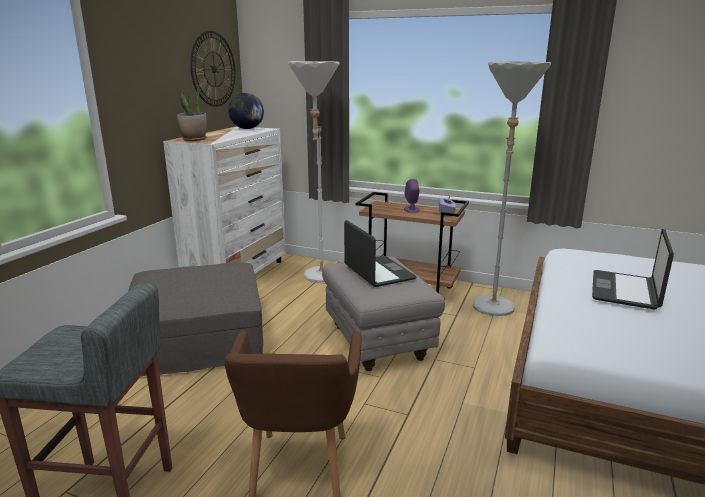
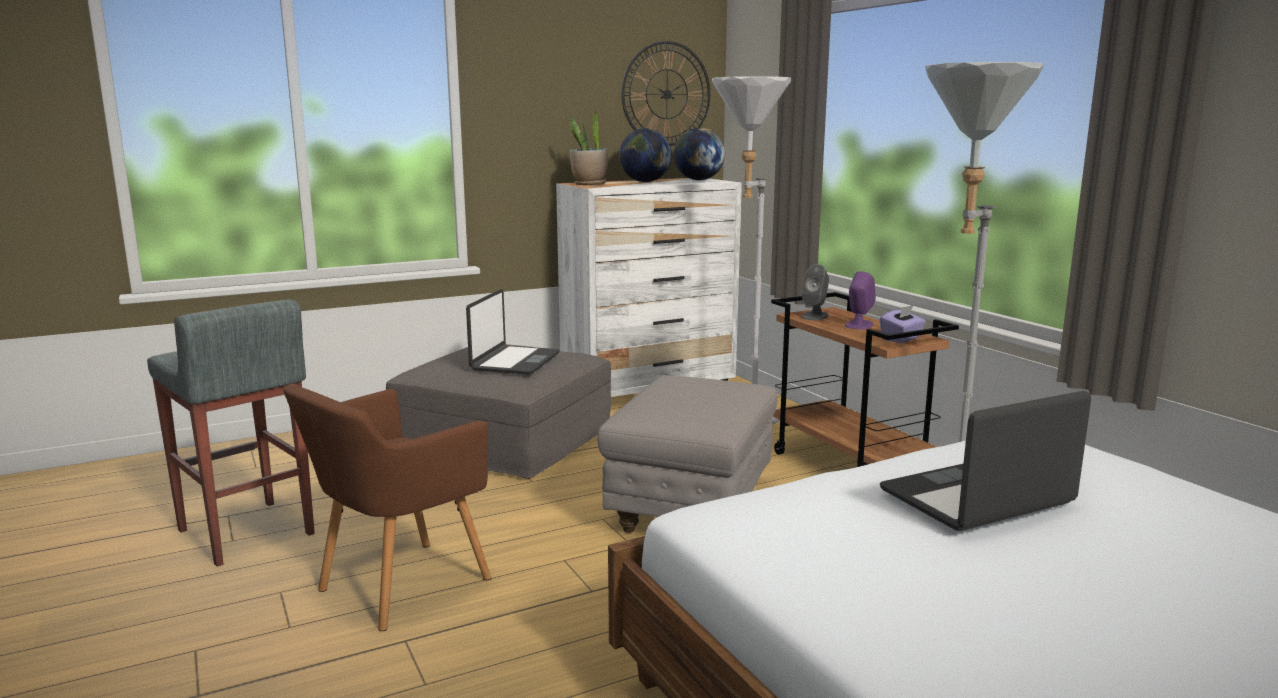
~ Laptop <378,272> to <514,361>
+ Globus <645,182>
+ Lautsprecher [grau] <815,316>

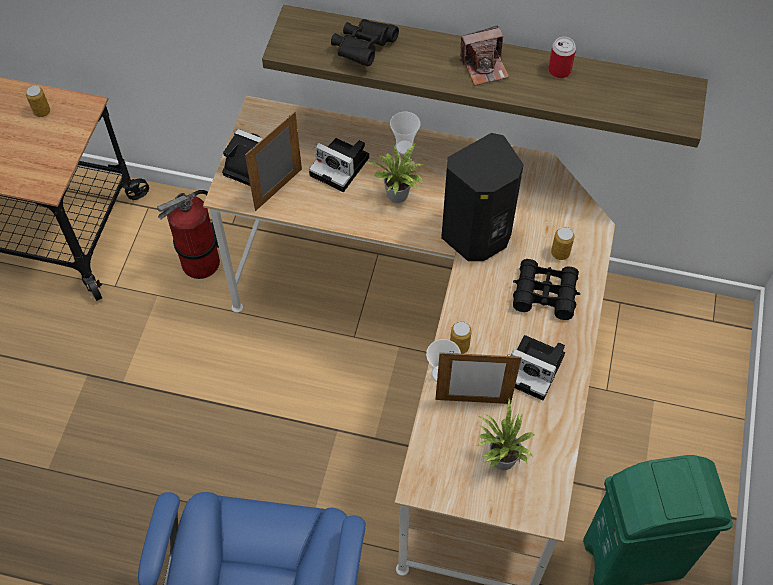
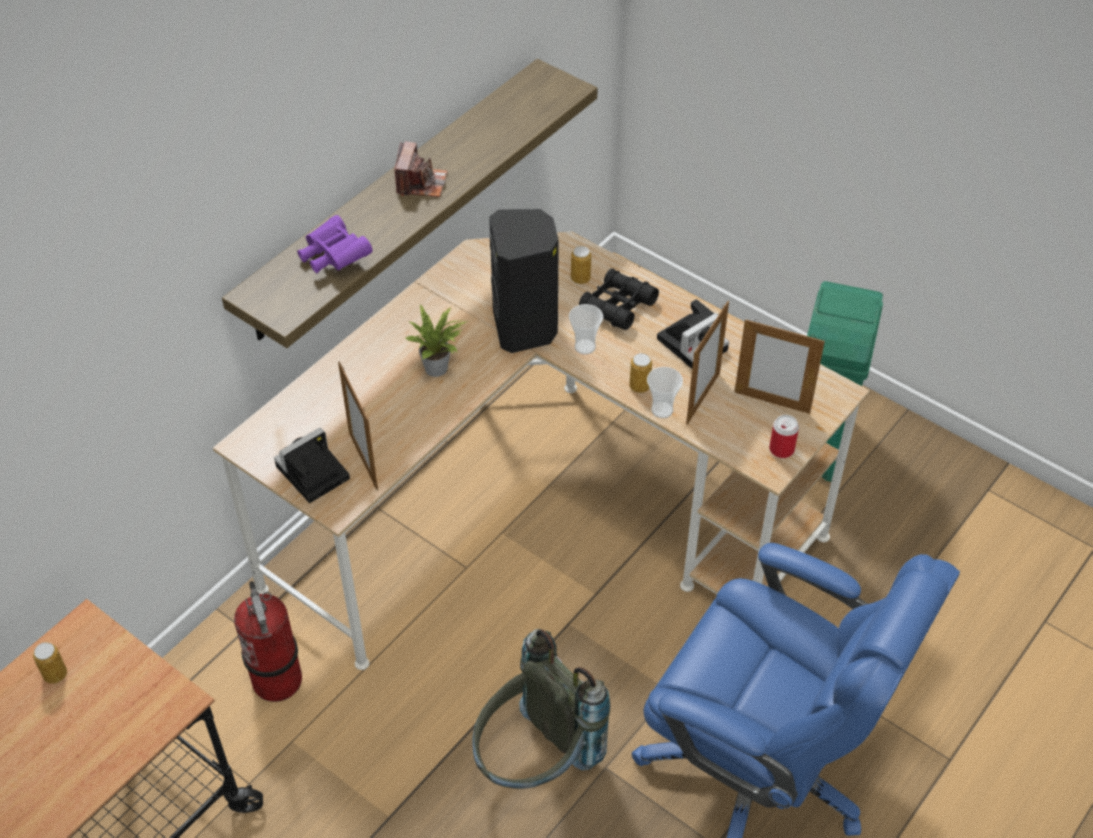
- Kamera <342,167>
~ Fernglas [schwarz] <363,49> to Fernglas [lila] <333,257>
~ Tasse <404,147> to <585,347>
~ Topfpflanze <499,459> to Bilderrahmen <772,402>
~ Dose <559,70> to <781,449>
+ Rucksack [grau] <535,762>

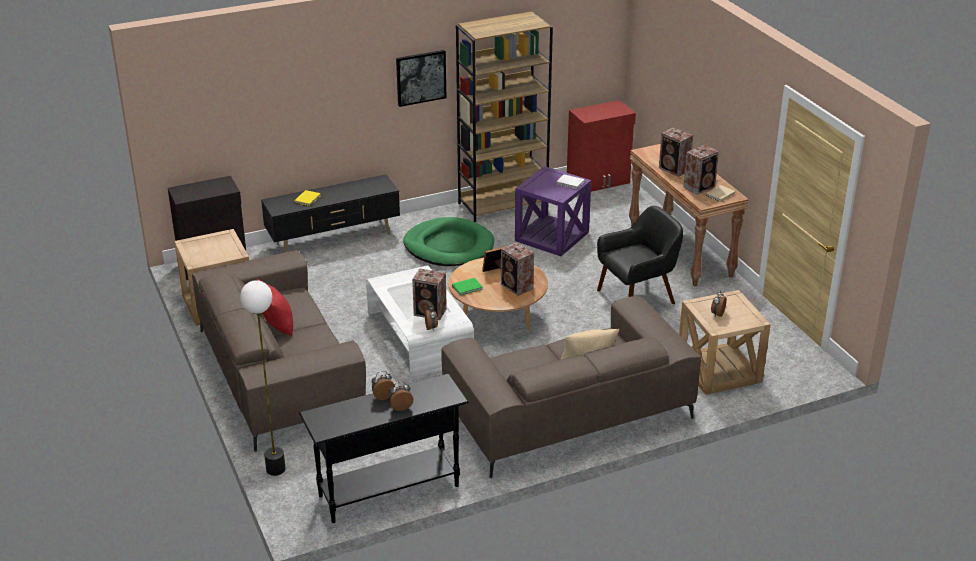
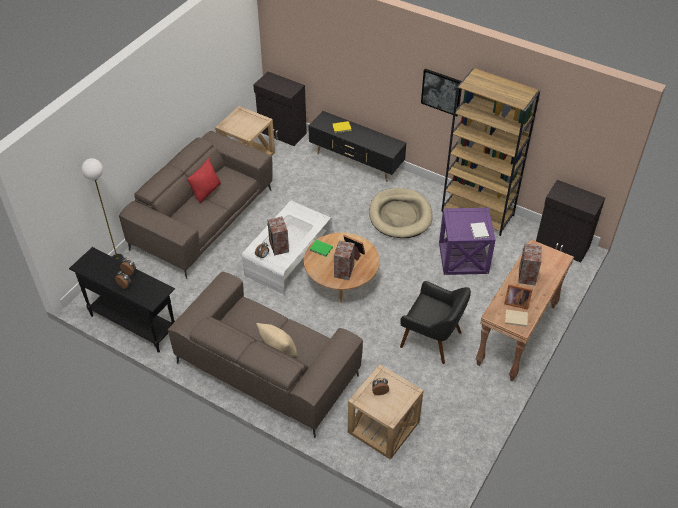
~ Hundebett [grün] <449,246> to Hundebett [beige] <400,215>
~ Schrank [rot] <599,182> to Schrank [schwarz] <562,245>
~ Lautsprecher <700,187> to Bilderrahmen <515,302>

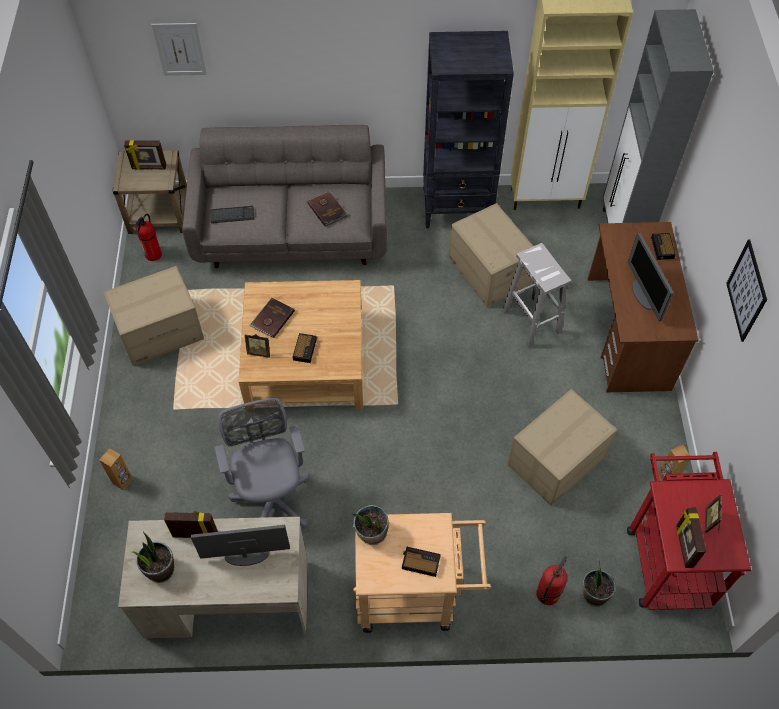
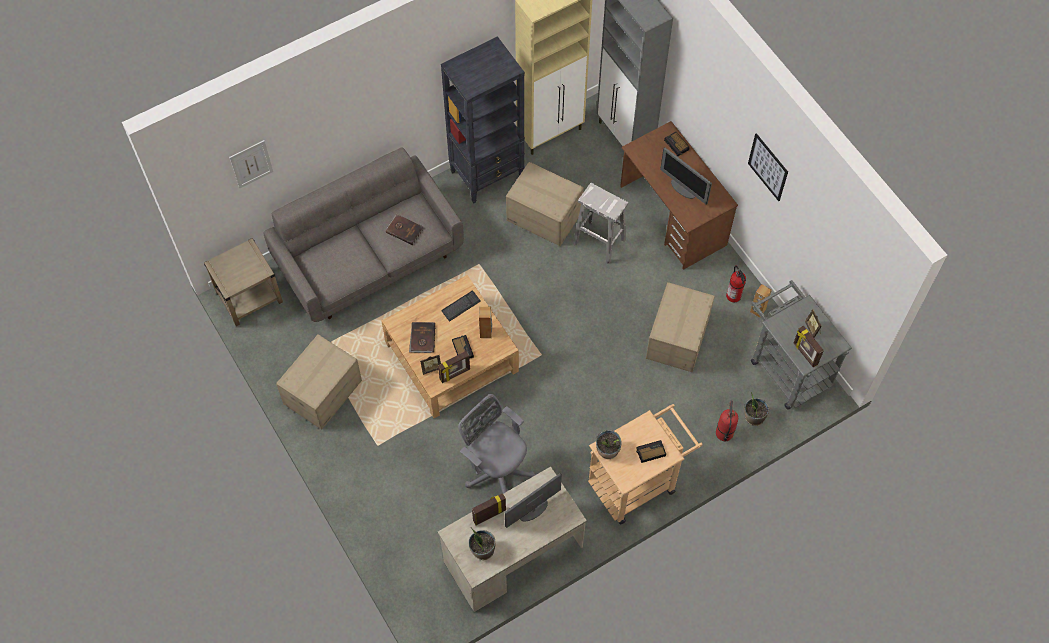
~ Lautsprecher [braun] <123,481> to <486,332>
~ Bilderrahmen <149,167> to <455,374>
~ Feuerlöscher <153,255> to <734,296>
~ Tastatur <232,215> to <461,306>
~ Rollwagen [rot] <666,557> to Rollwagen [grau] <786,367>

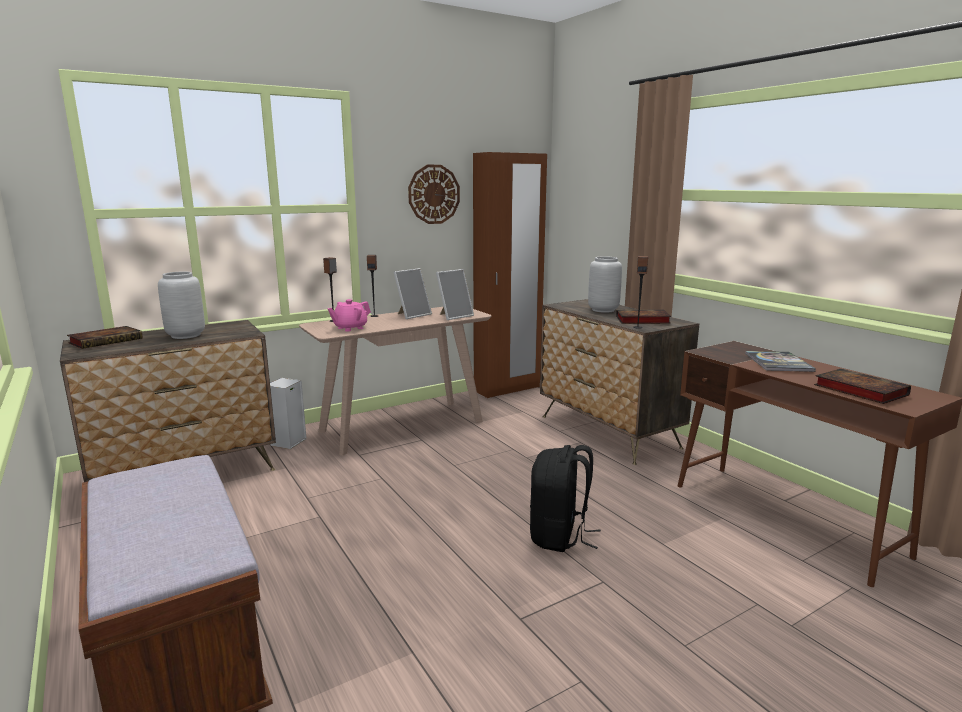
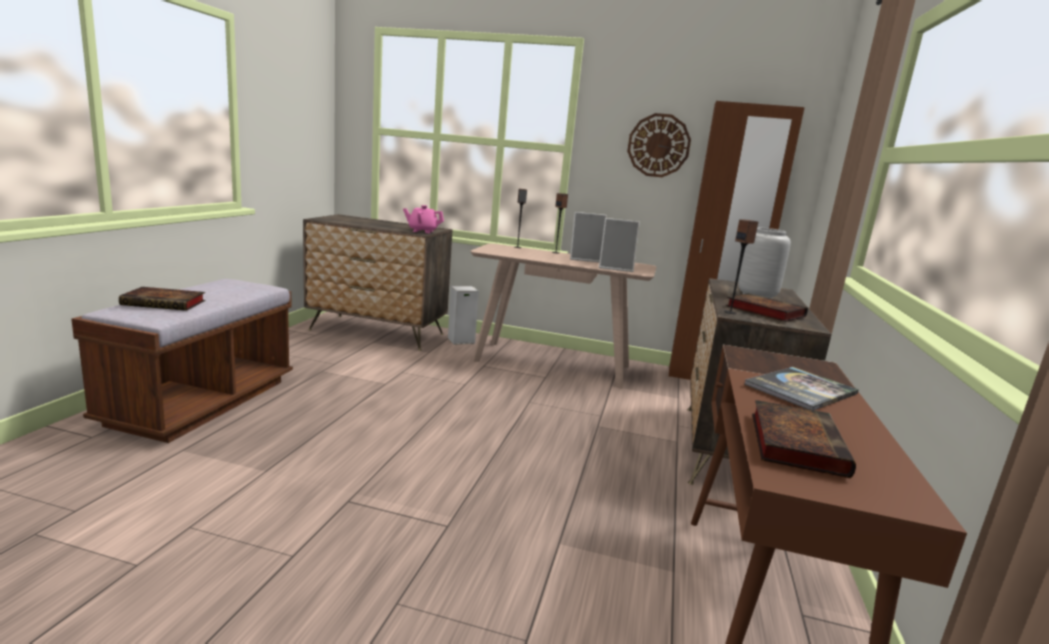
~ Buch <107,341> to <166,303>
- Vase [grau] <186,335>
~ Teekanne [rosa] <350,328> to <422,231>
- Rucksack [schwarz] <559,536>

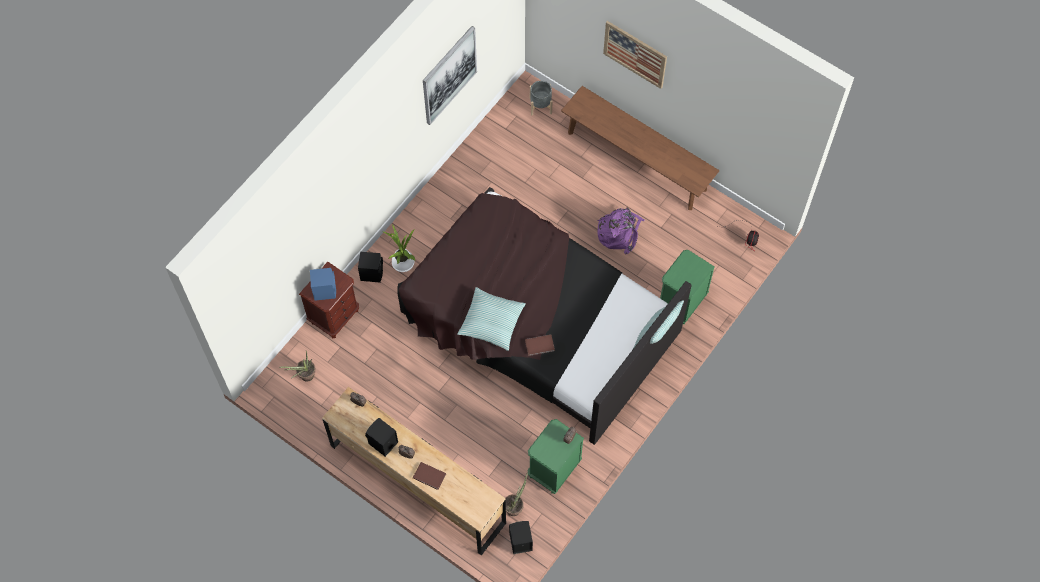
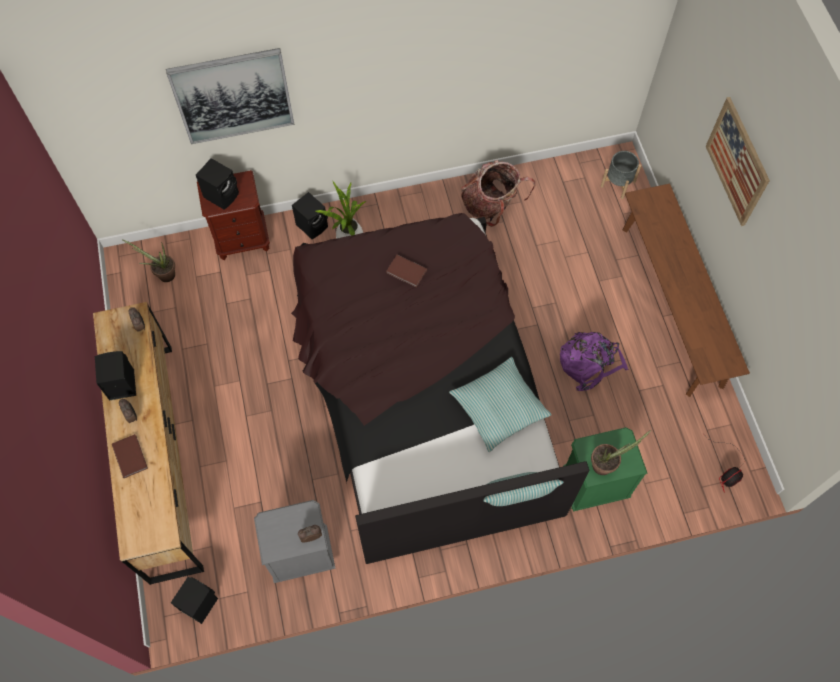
~ Lautsprecher [blau] <324,290> to Lautsprecher [schwarz] <222,194>
~ Bild <449,75> to <233,96>
~ Kissen <491,322> to <499,407>
~ Topfpflanze <515,506> to <606,464>
~ Buch [braun] <540,346> to <406,272>
~ Nachttisch [grün] <553,469> to Nachttisch [grau] <301,555>
+ Rucksack <491,206>

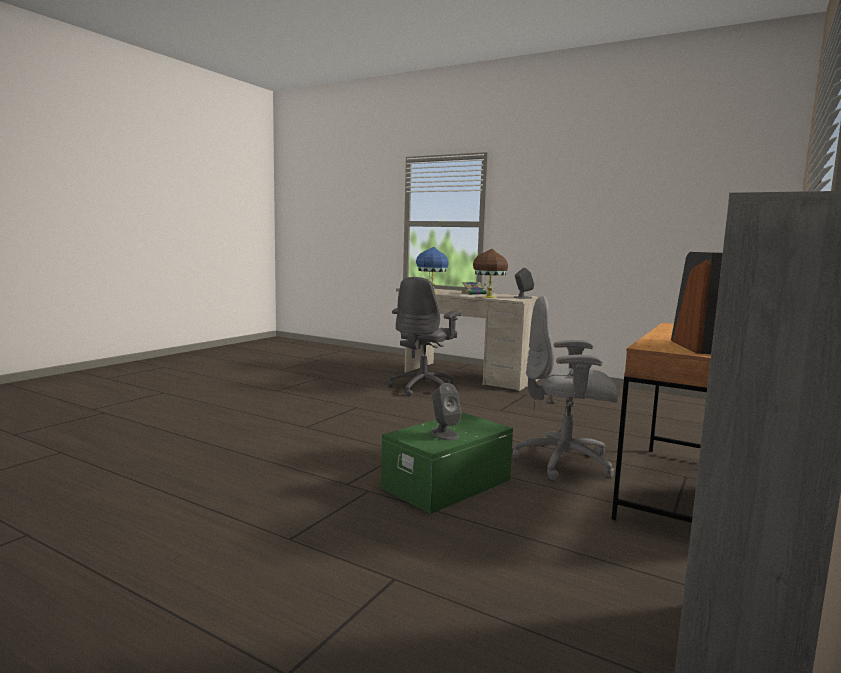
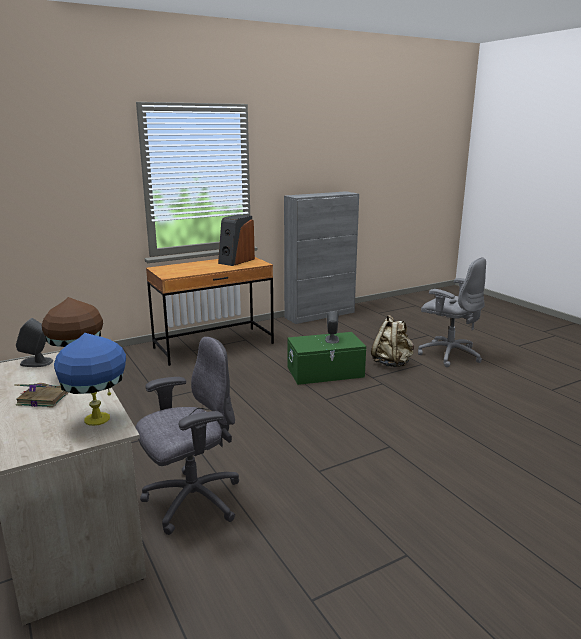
~ Bürostuhl [grau] <565,462> to <448,354>
+ Rucksack [beige] <392,363>

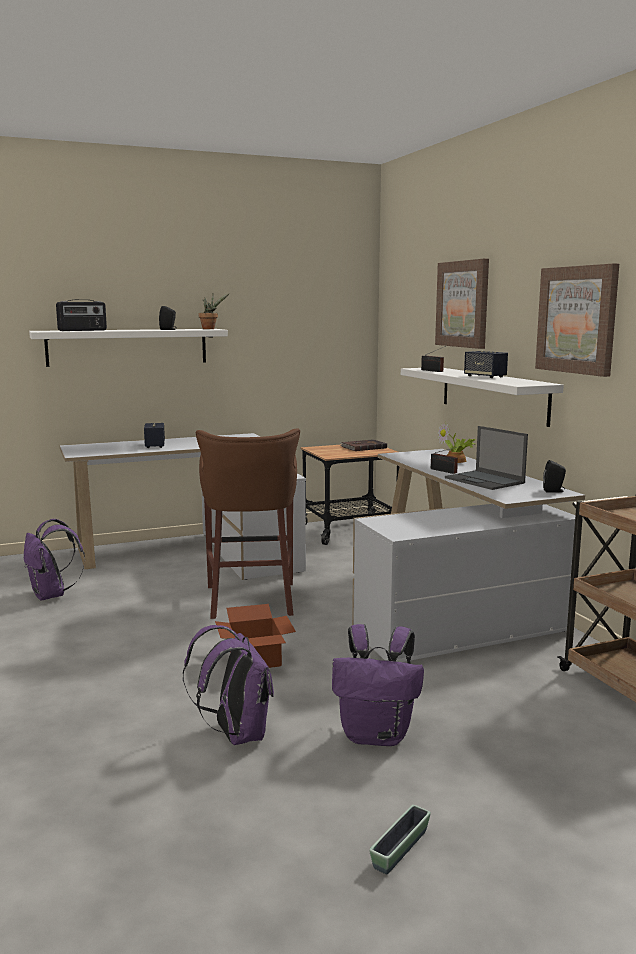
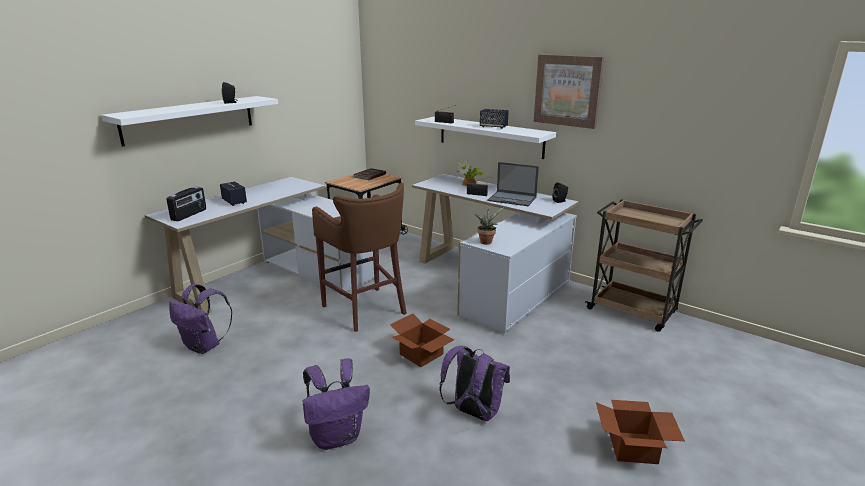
~ Radio <82,330> to <189,215>
~ Topfpflanze <210,329> to <486,241>
~ Rucksack [lila] <377,735> to <337,437>
~ Pflanzkübel <400,849> to Karton <634,448>
- Bild <463,304>

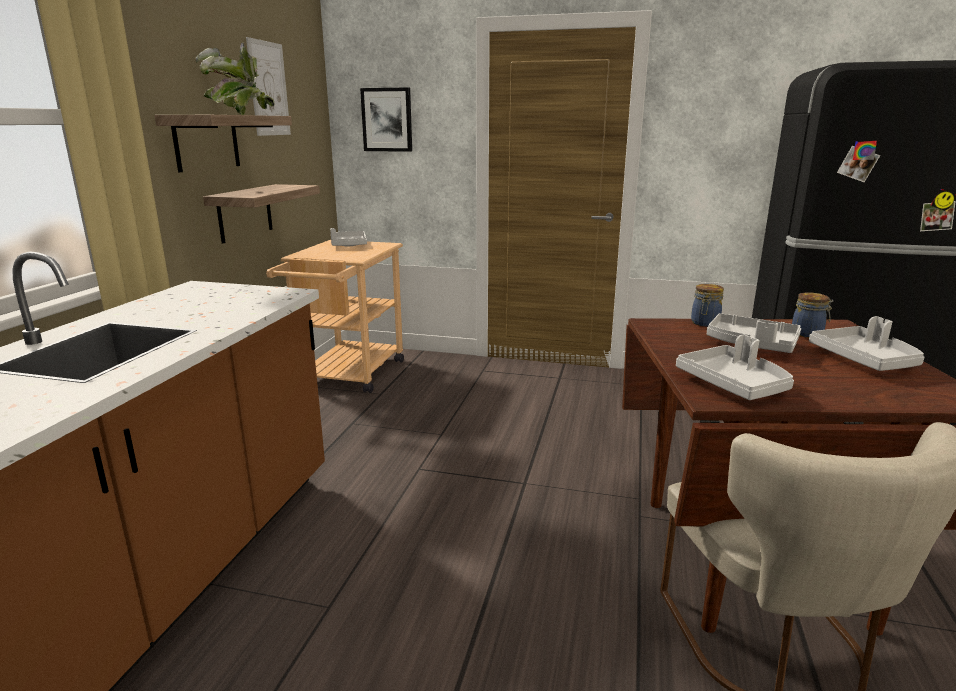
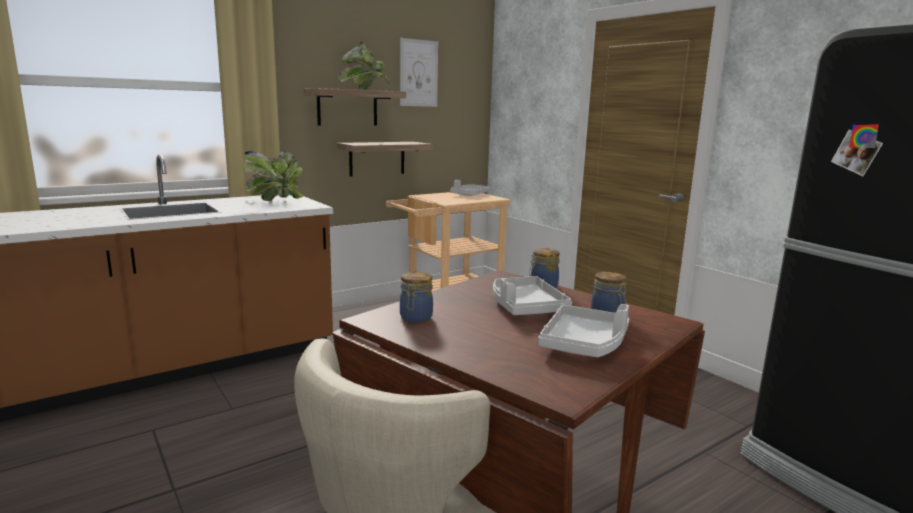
- Bild <387,120>
~ Tablett [grau] <734,384> to Vorratsglas <415,318>
+ Topfpflanze <275,200>

